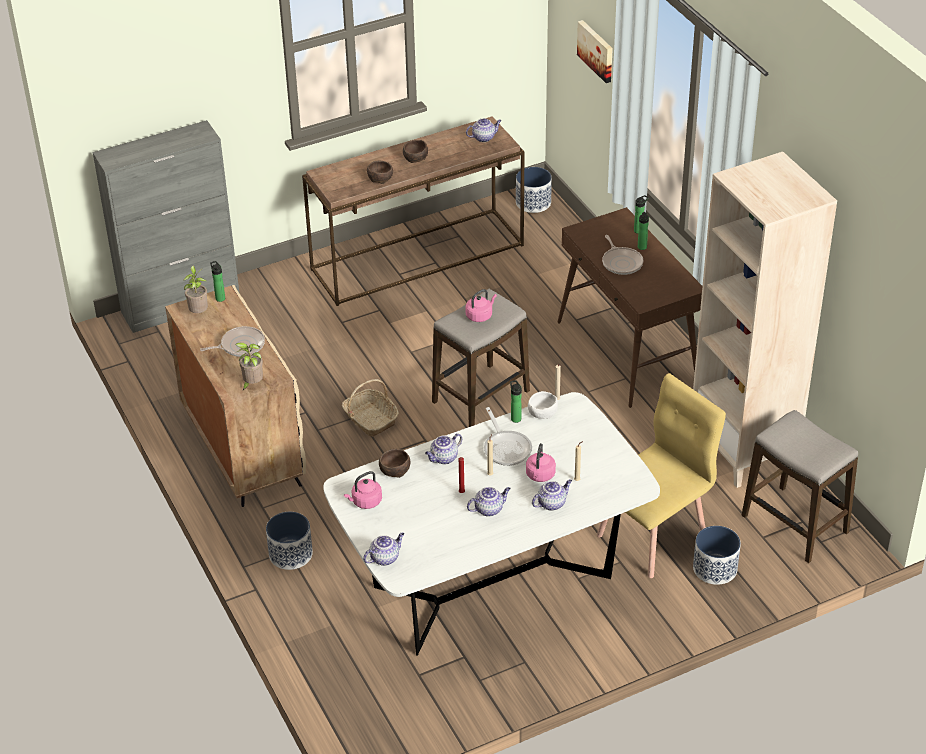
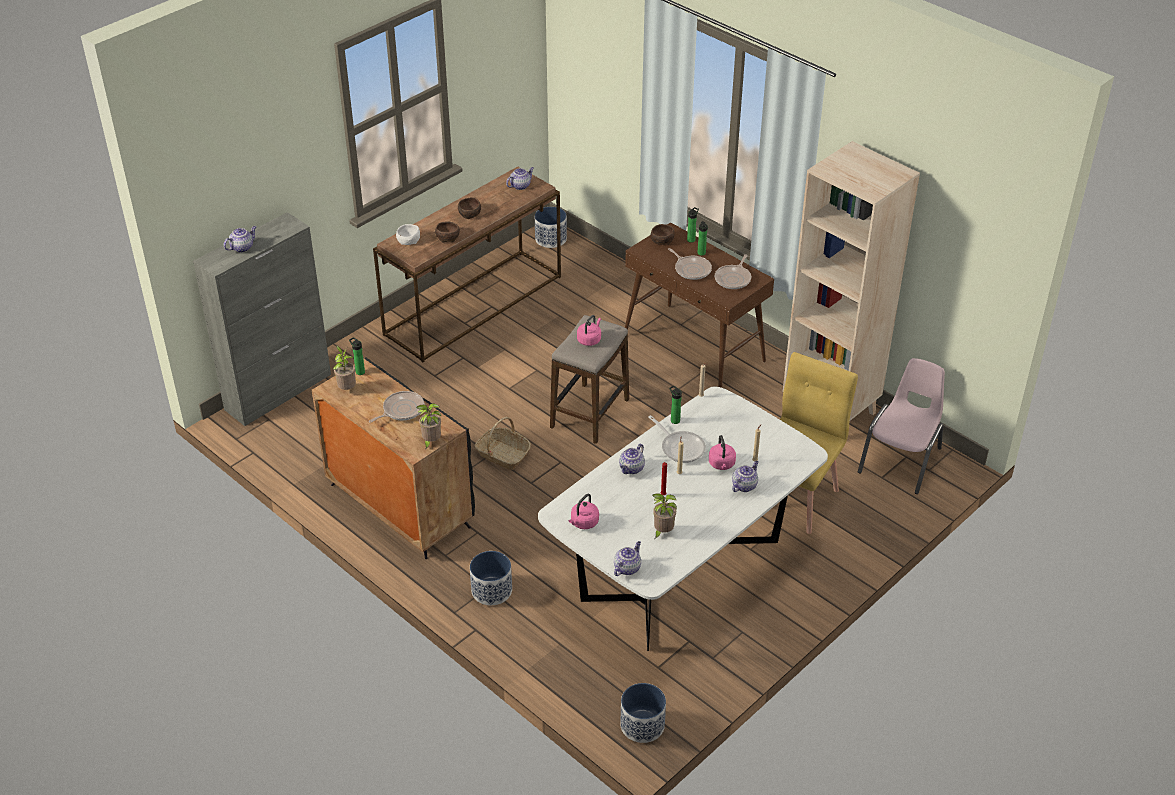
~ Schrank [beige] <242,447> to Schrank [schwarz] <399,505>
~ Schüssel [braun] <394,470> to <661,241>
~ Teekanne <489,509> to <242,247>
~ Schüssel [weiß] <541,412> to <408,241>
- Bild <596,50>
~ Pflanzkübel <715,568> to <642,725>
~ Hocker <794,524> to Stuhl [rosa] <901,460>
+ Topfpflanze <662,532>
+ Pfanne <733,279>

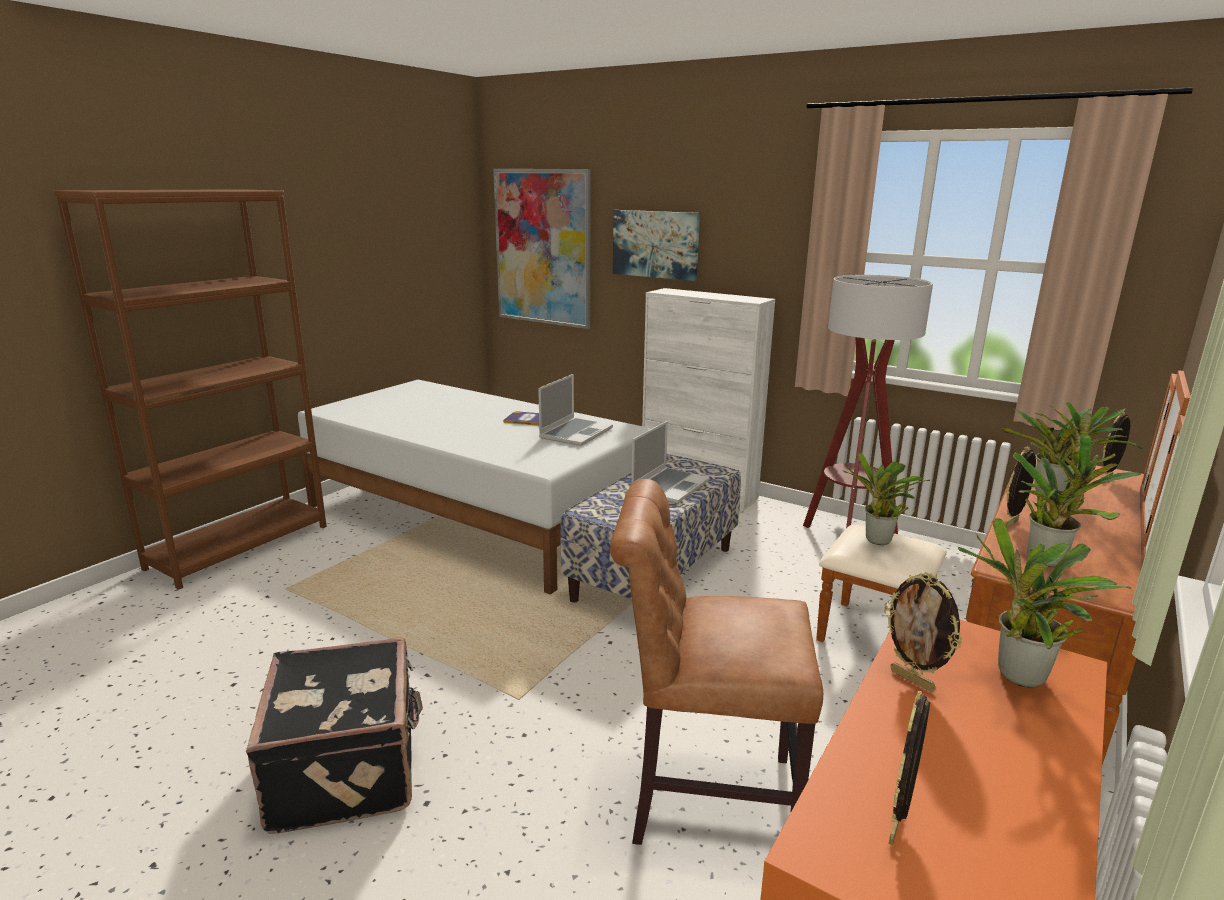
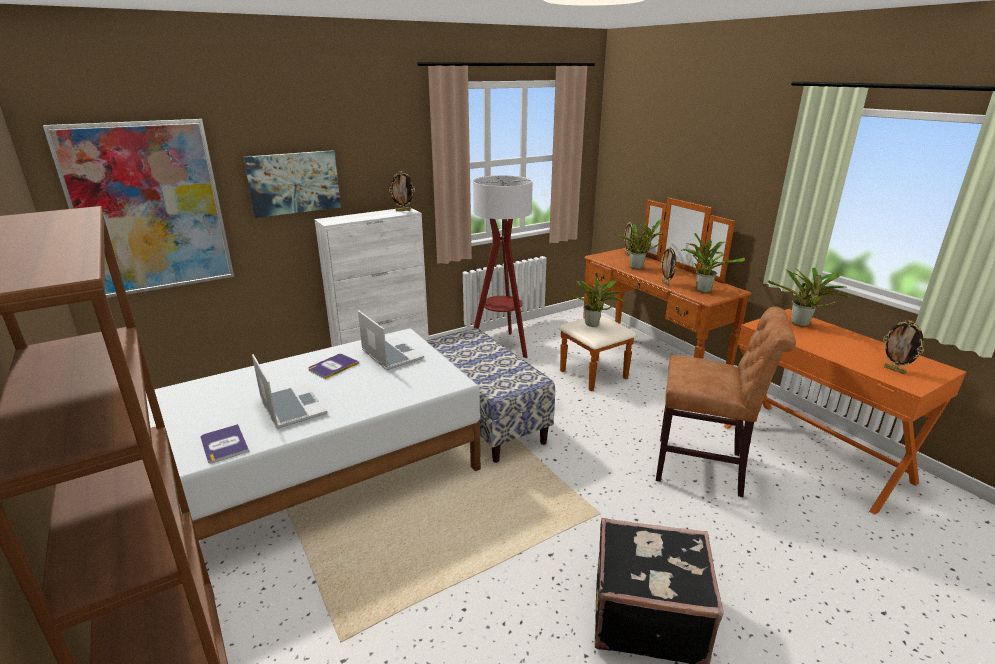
~ Stuhl [braun] <703,797> = <704,468> 105 degrees counterclockwise
~ Laptop <669,486> to <291,407>
~ Bilderrahmen <913,680> to <403,210>
+ Buch <224,444>

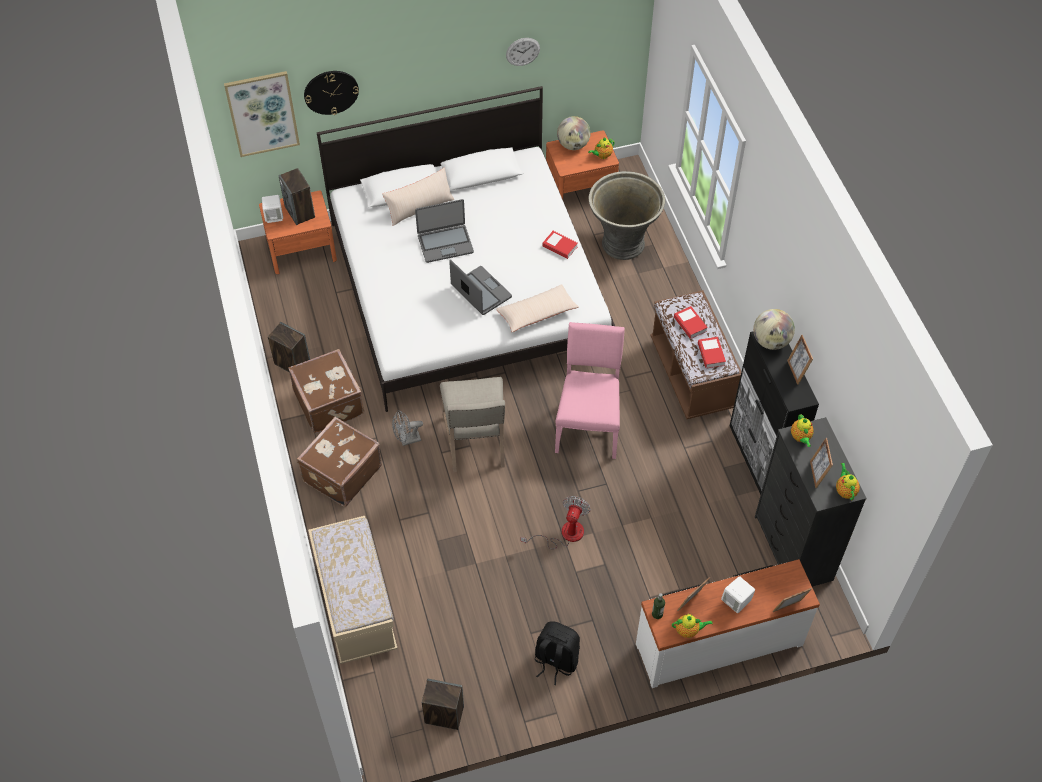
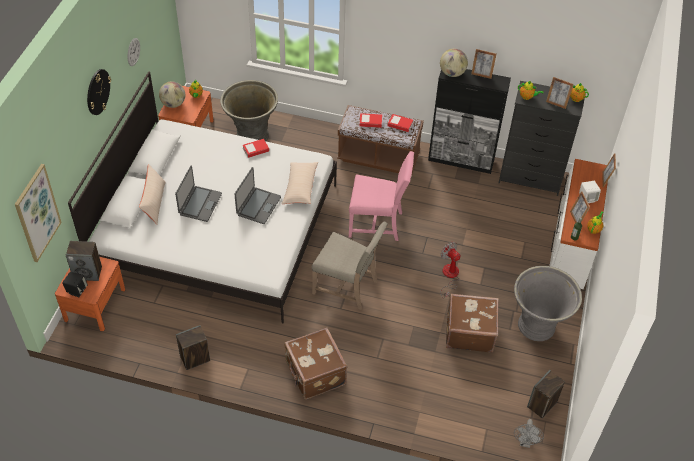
~ Lautsprecher [weiß] <274,216> to Lautsprecher [schwarz] <77,290>
~ Koffer [braun] <330,402> to <469,332>
~ Wanduhr <331,92> to <98,92>
- Bank [beige] <356,607>
~ Ventilator [grau] <407,440> to <525,442>
~ Laptop <480,292> = <258,206> 120 degrees clockwise
~ Rucksack [schwarz] <555,661> to Pflanzkübel [grau] <537,326>
~ Stuhl [rosa] <588,425> = <377,223> 150 degrees clockwise

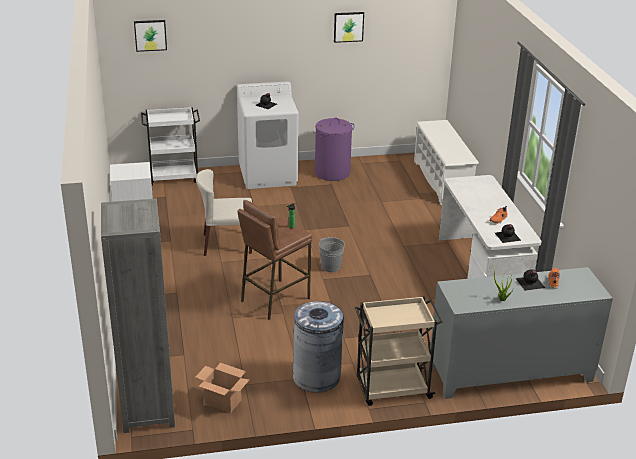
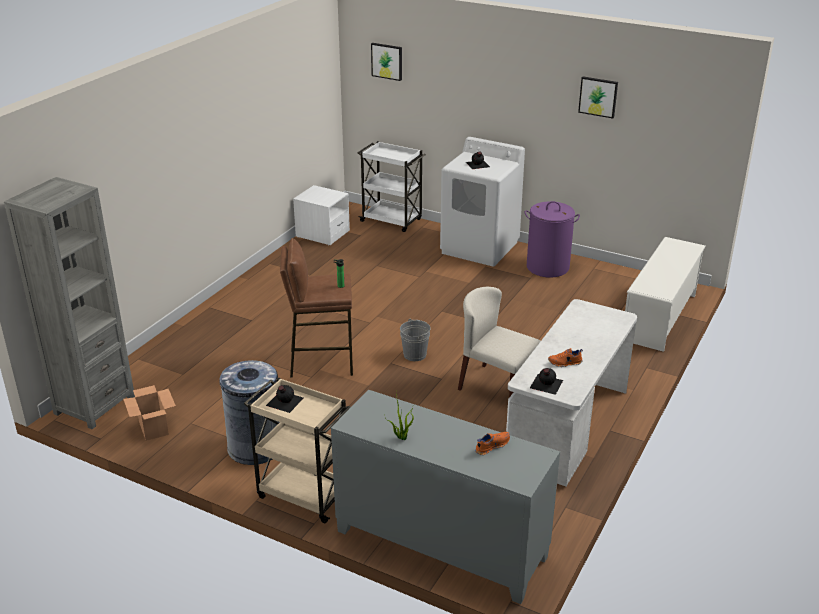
~ Stuhl [beige] <226,244> to <496,386>
~ Flasche [schwarz] <530,283> to <284,401>

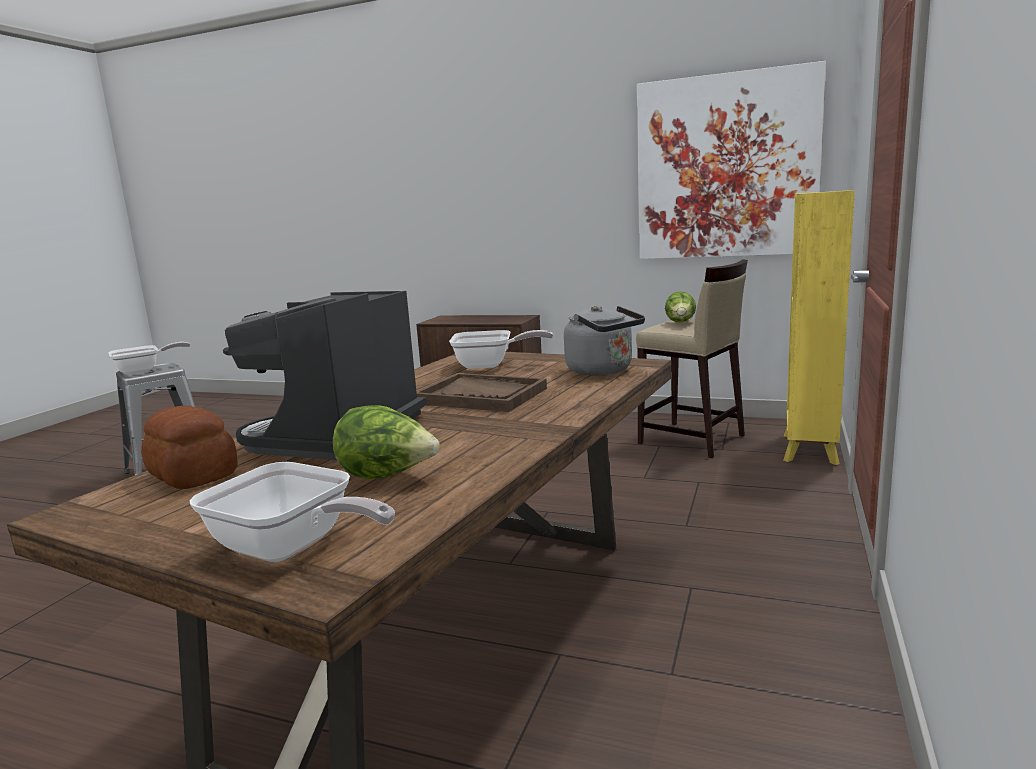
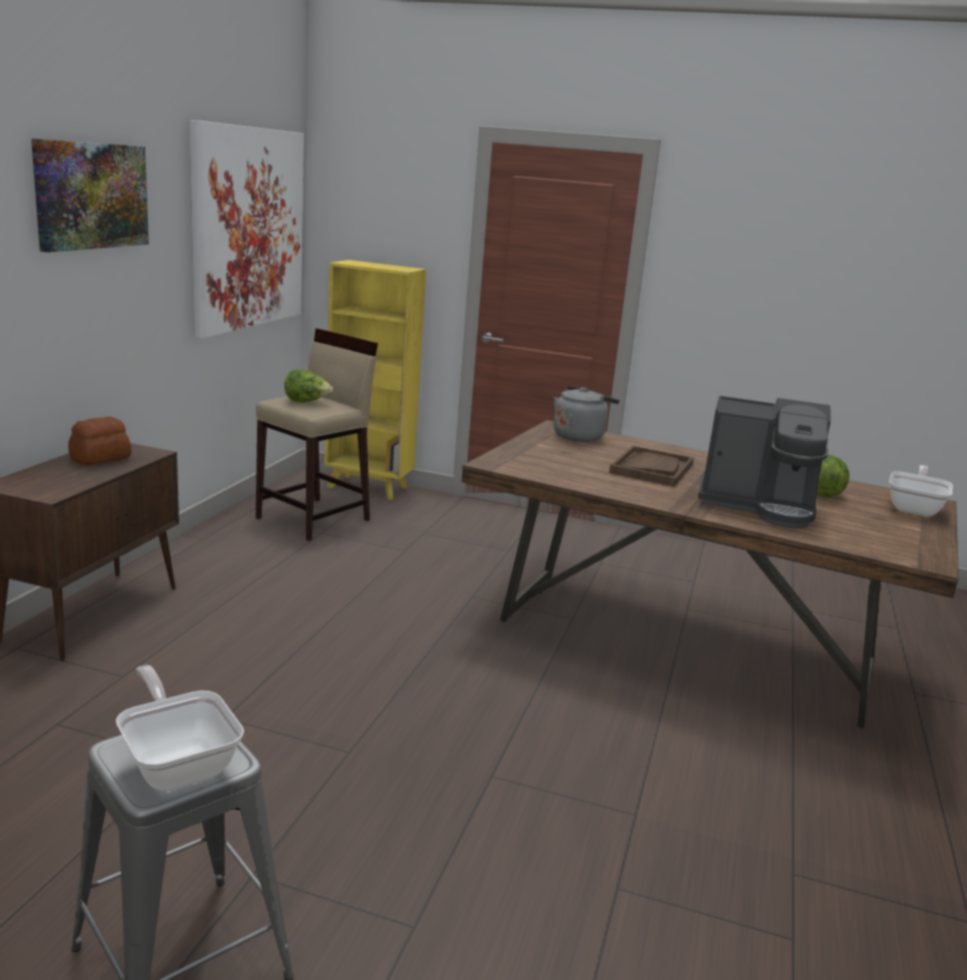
~ Brot <194,474> to <99,458>
- Pfanne <490,365>
+ Bild <91,195>

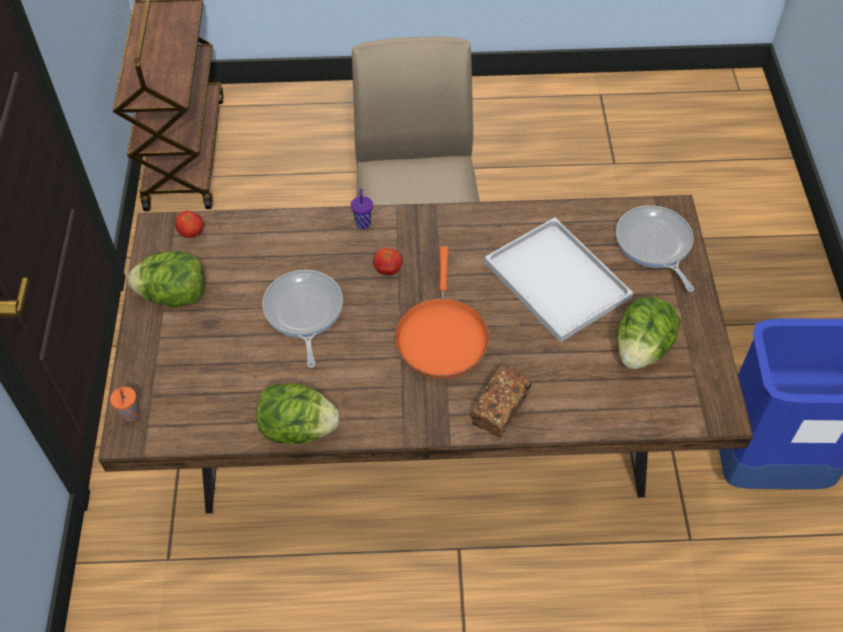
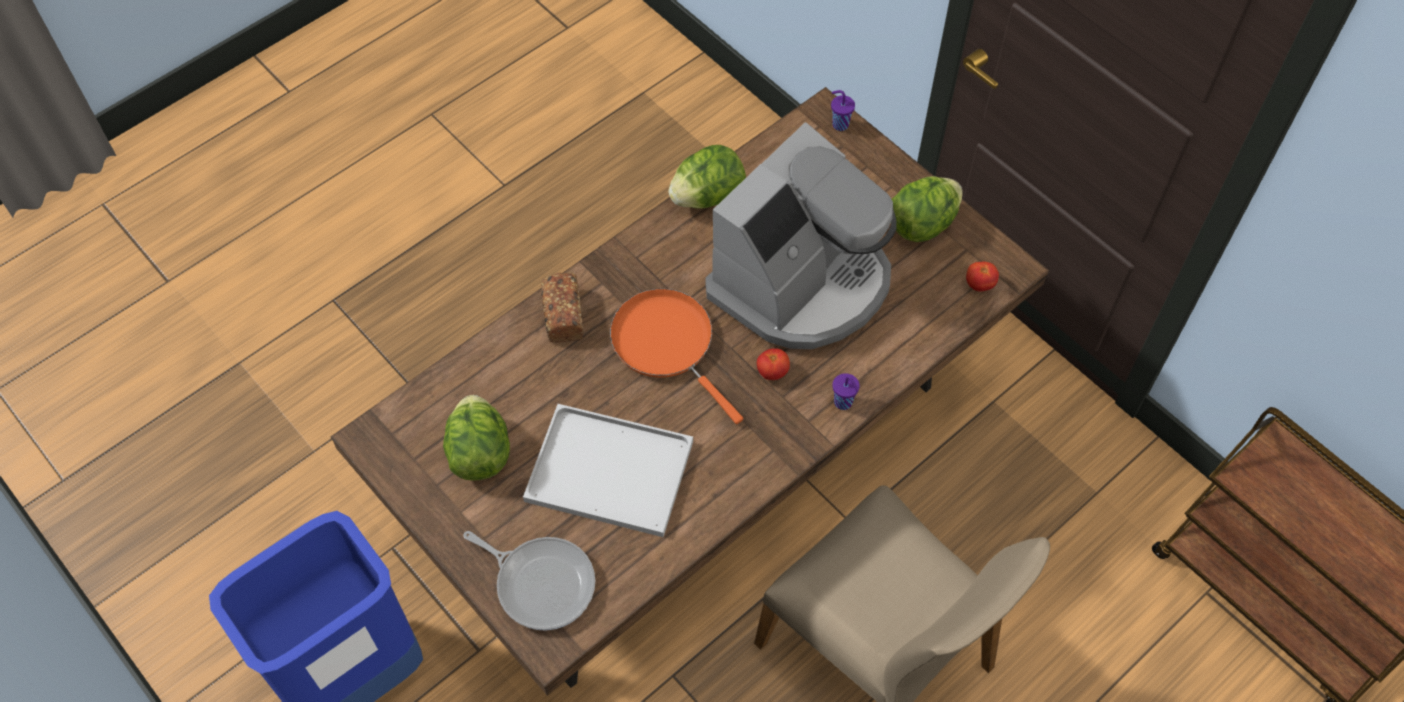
~ Tasse [orange] <130,415> to Tasse [lila] <839,124>
~ Pfanne <303,312> to Kaffeemaschine <802,283>

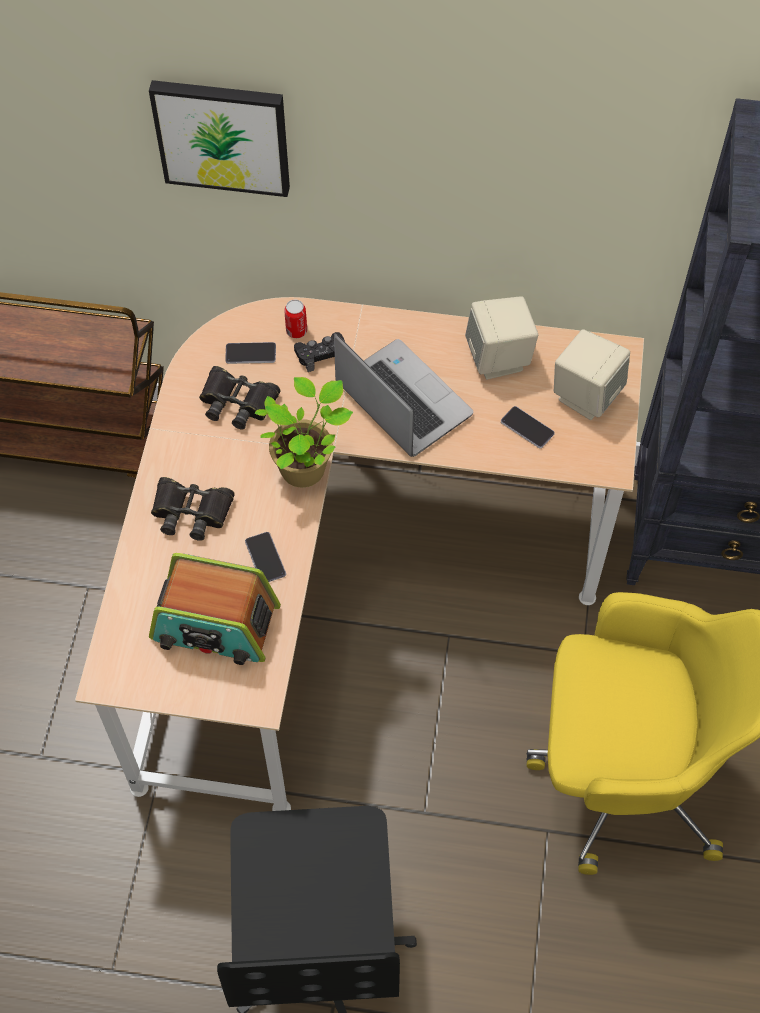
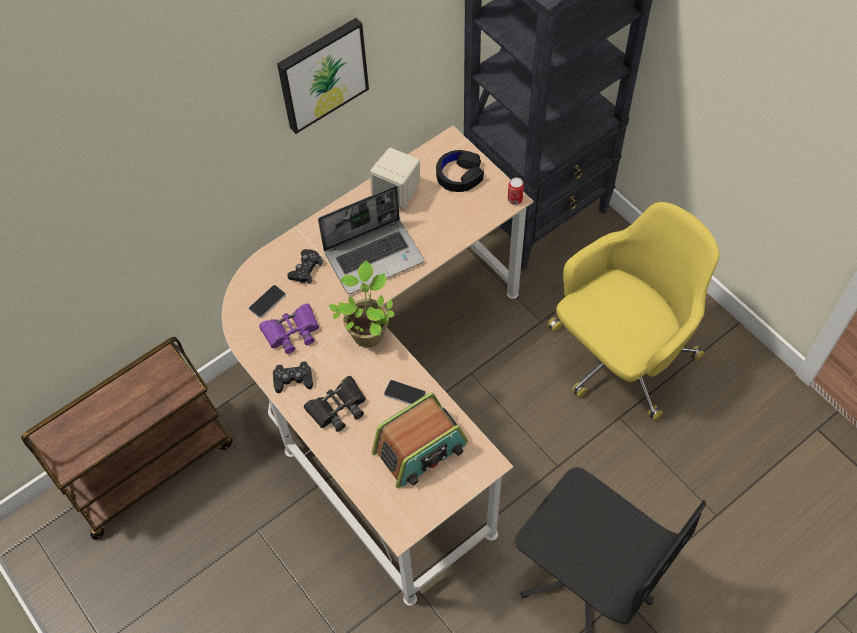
~ Bild <223,135> to <322,74>
~ Fernglas [schwarz] <237,402> to Fernglas [lila] <292,332>
~ Dose <296,331> to <515,199>
~ Laptop <401,400> = <374,256> 150 degrees clockwise
- Handy <527,428>
~ Lautsprecher [beige] <586,395> to Kopfhörer [schwarz] <459,175>
+ Gamepad [schwarz] <293,379>

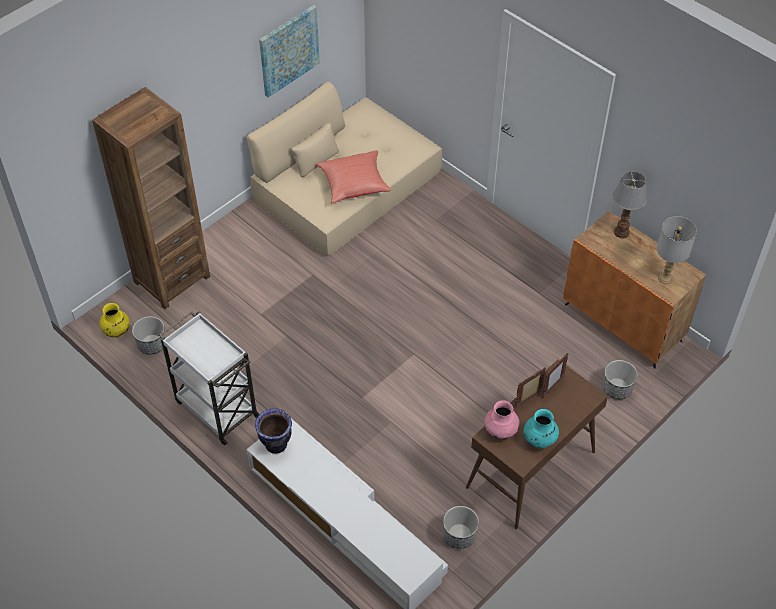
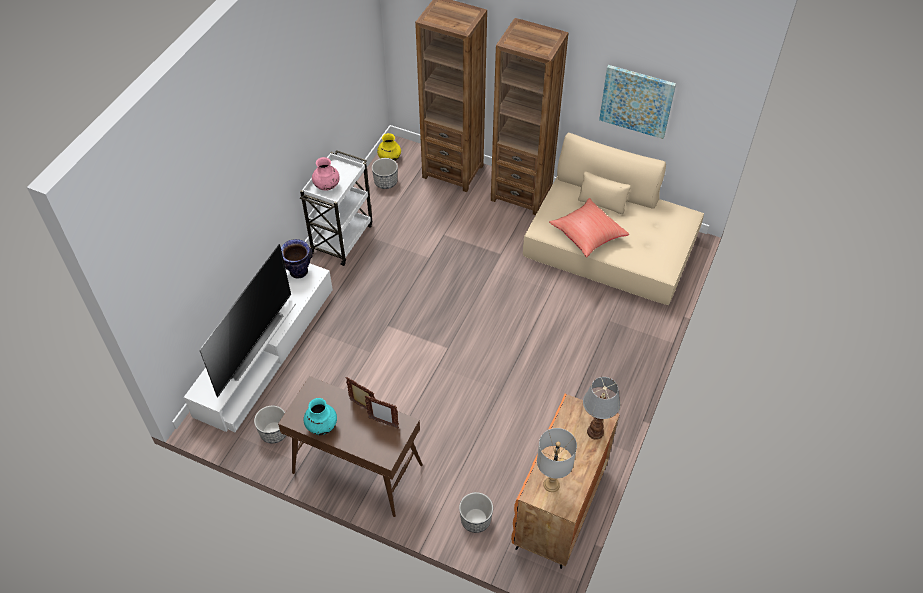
~ Vase [rosa] <500,431> to <327,186>
+ Fernseher <251,343>
+ Bücherregal [braun] <521,194>

